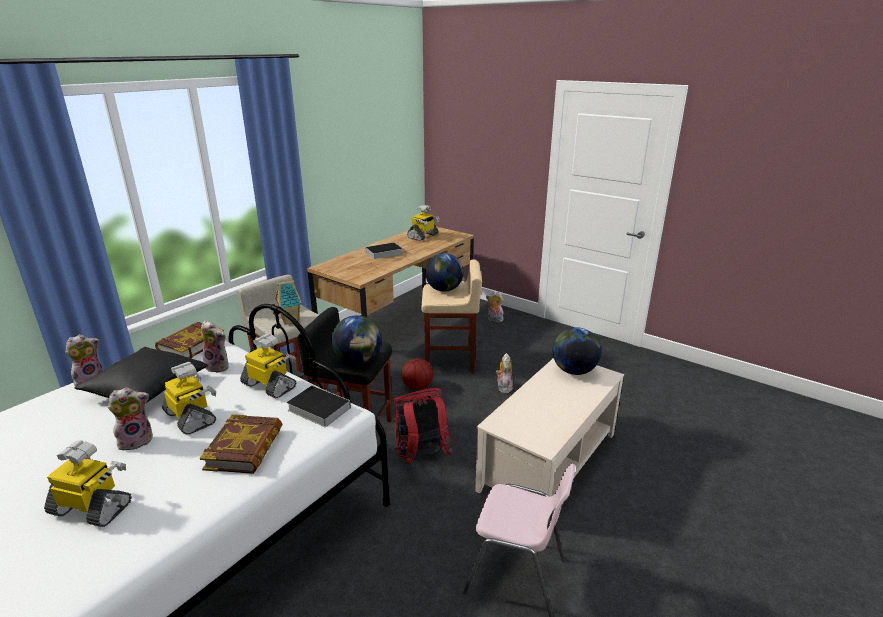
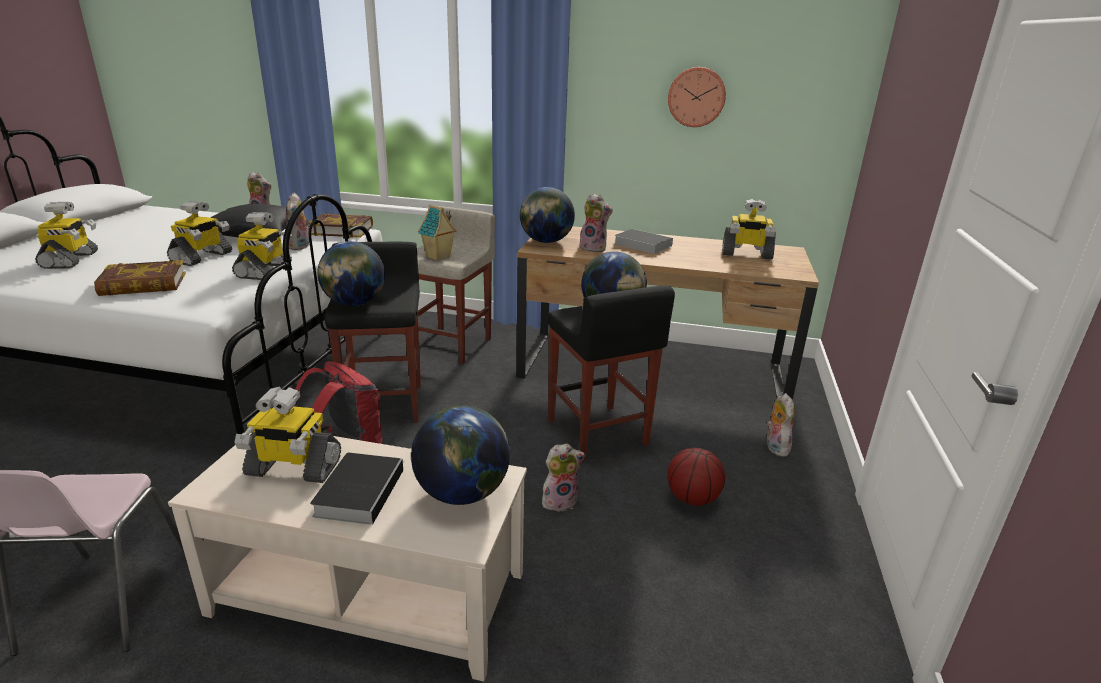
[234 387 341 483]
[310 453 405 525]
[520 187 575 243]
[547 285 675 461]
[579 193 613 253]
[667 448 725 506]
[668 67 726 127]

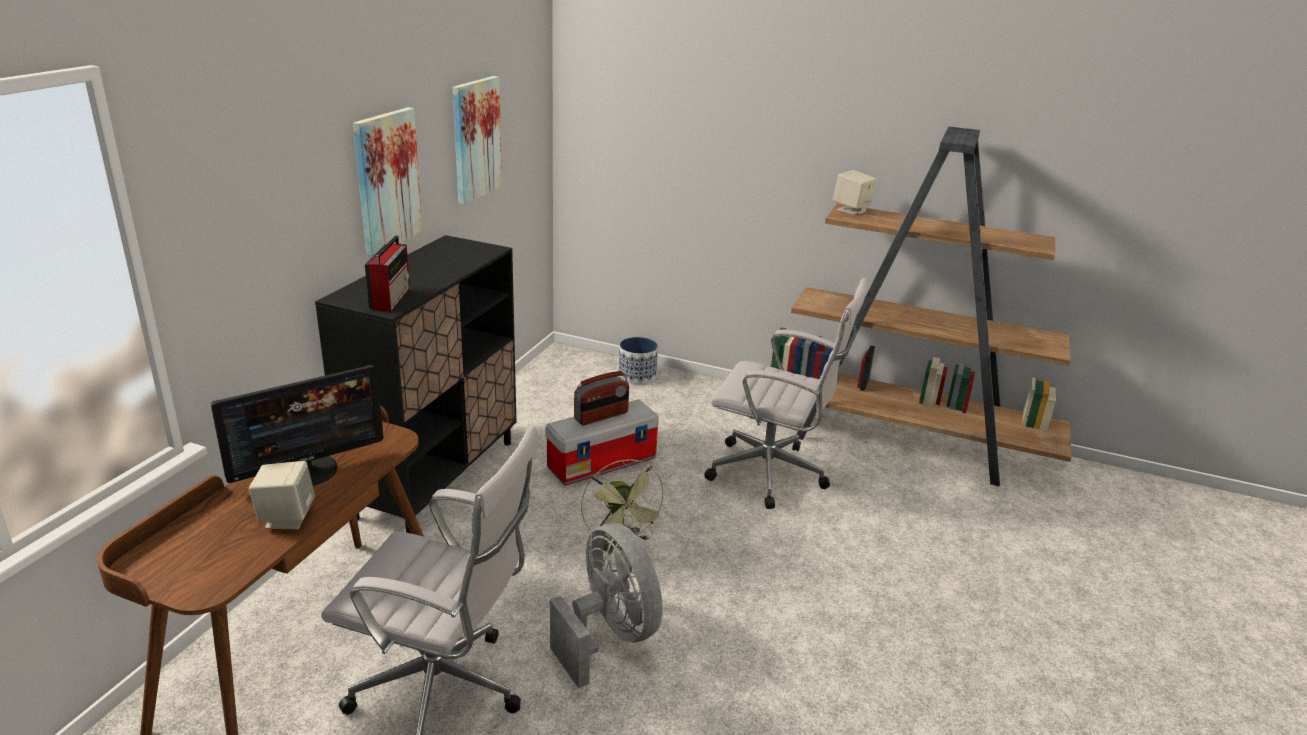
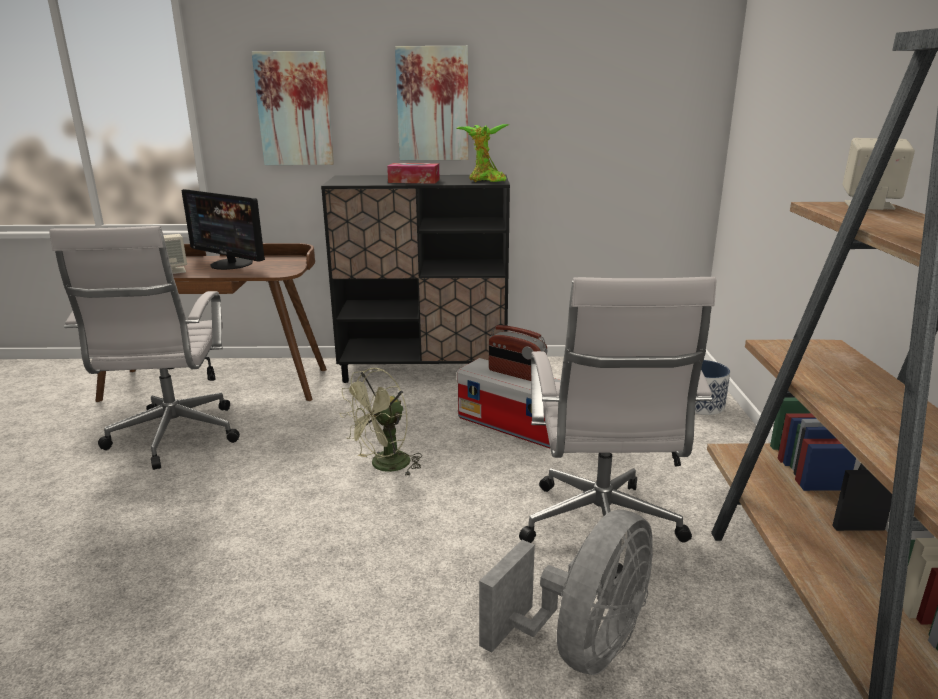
[251 51 334 165]
[387 163 440 184]
[456 124 509 182]
[479 510 653 675]
[365 235 410 312] (first image)

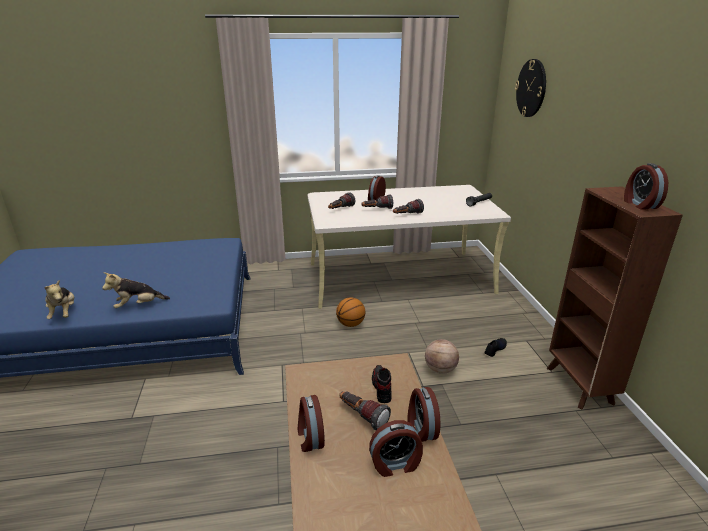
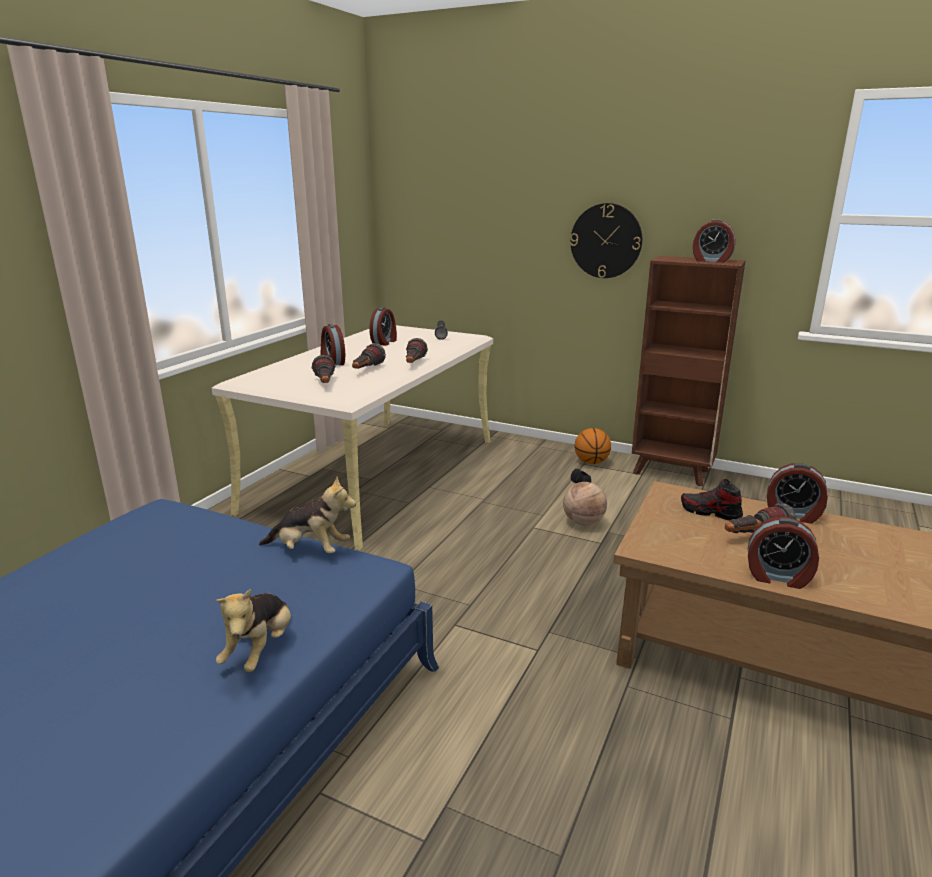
[259 476 356 553]
[369 307 397 346]
[570 203 642 278]
[575 428 611 464]

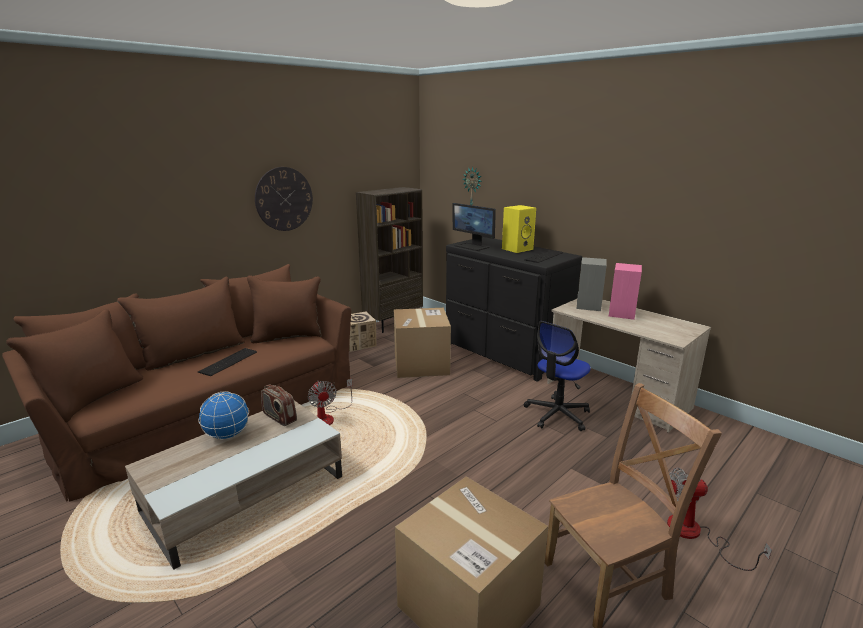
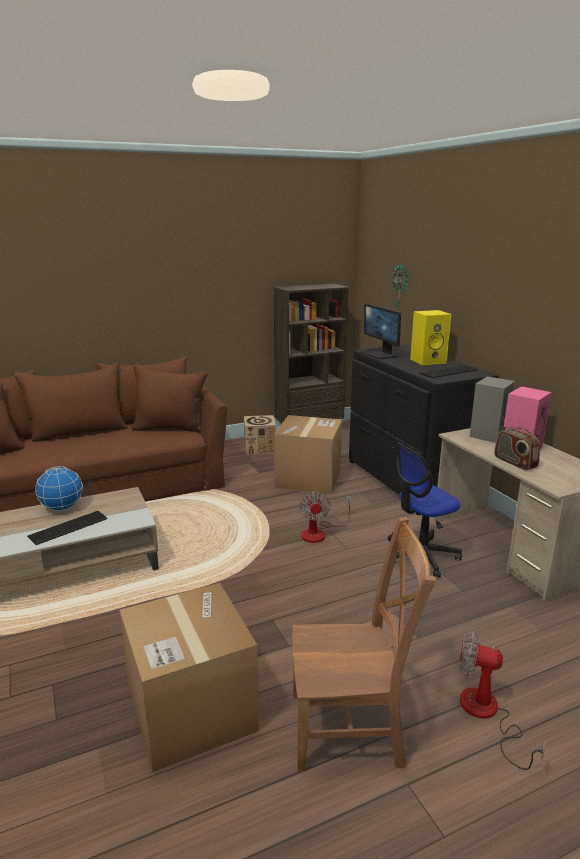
[27 511 107 545]
[300 491 352 543]
[494 427 540 470]
[255 167 313 231] (first image)

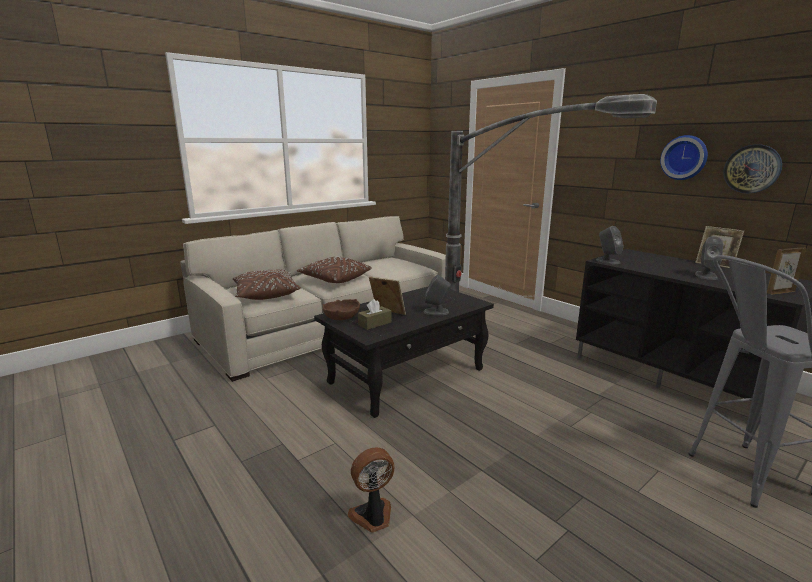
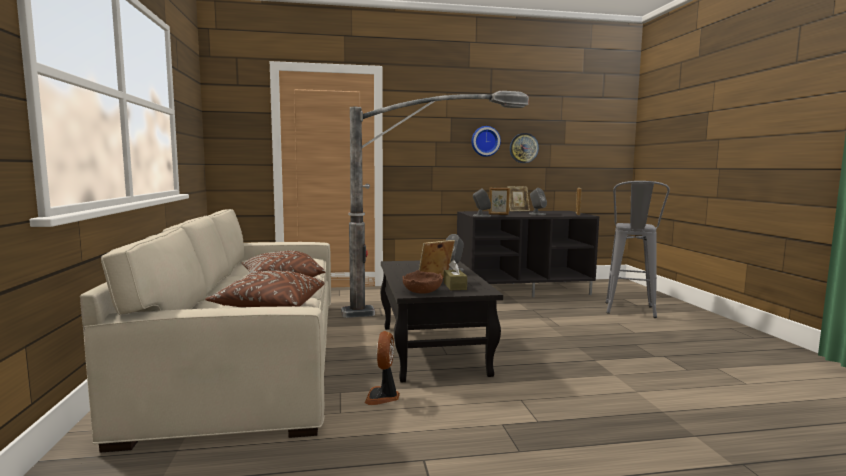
[365 331 400 405]
[489 188 510 215]

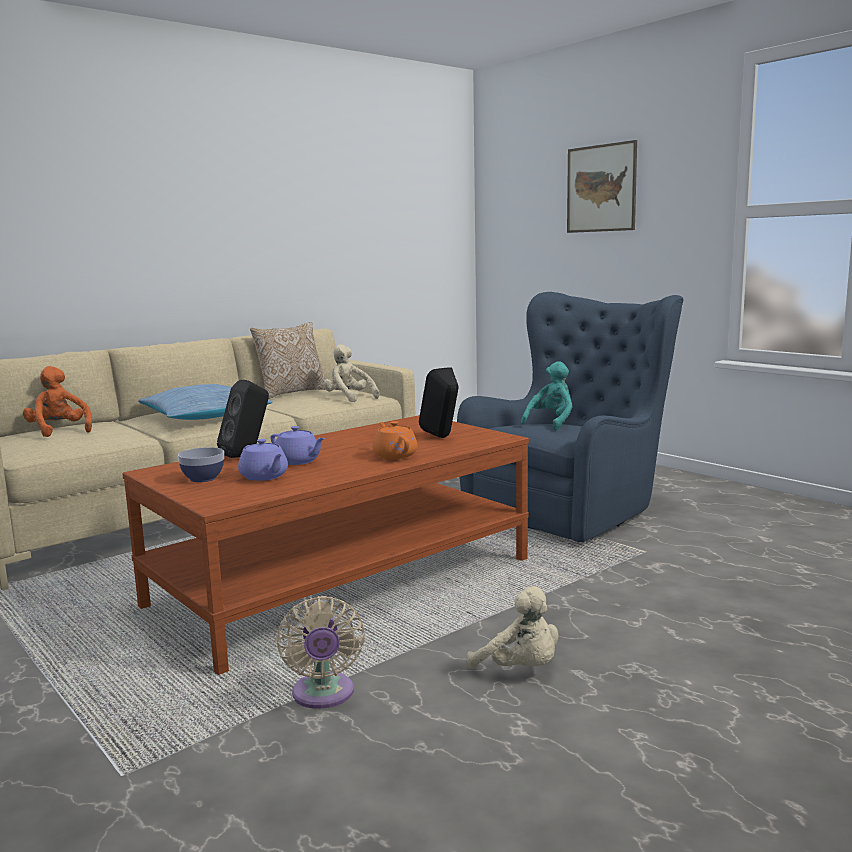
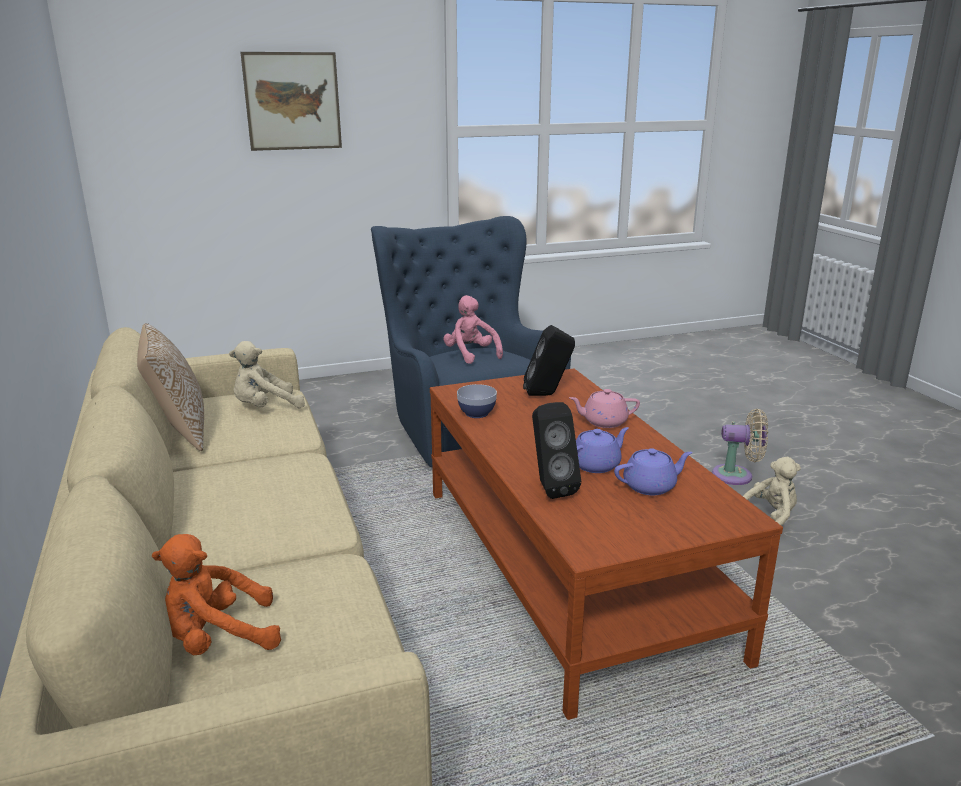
[443 295 503 364]
[457 384 497 418]
[569 389 640 428]
[712 409 768 485]
[138 384 273 420] (first image)

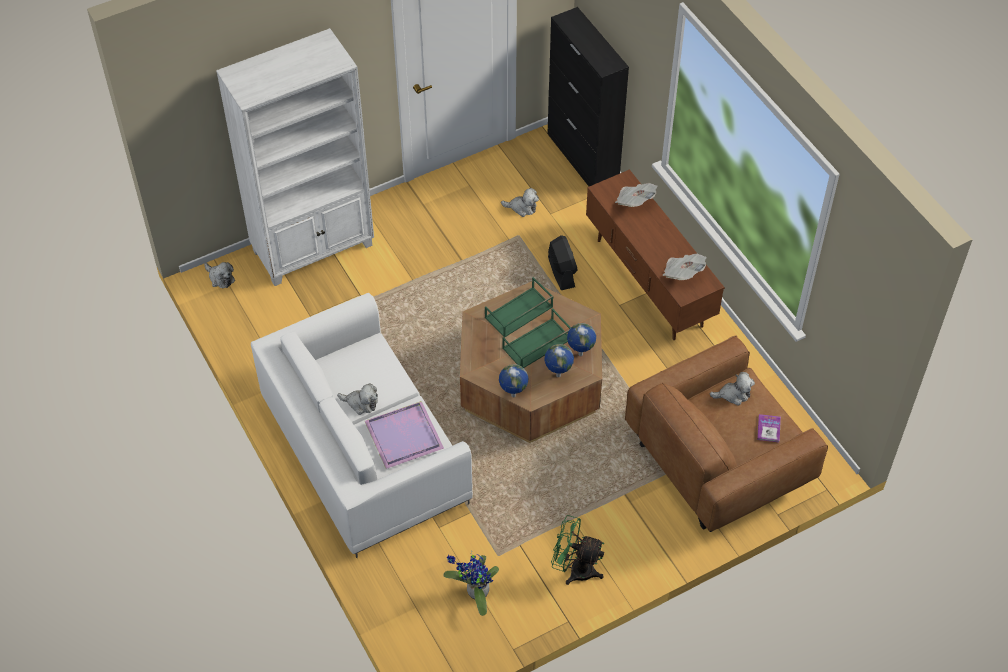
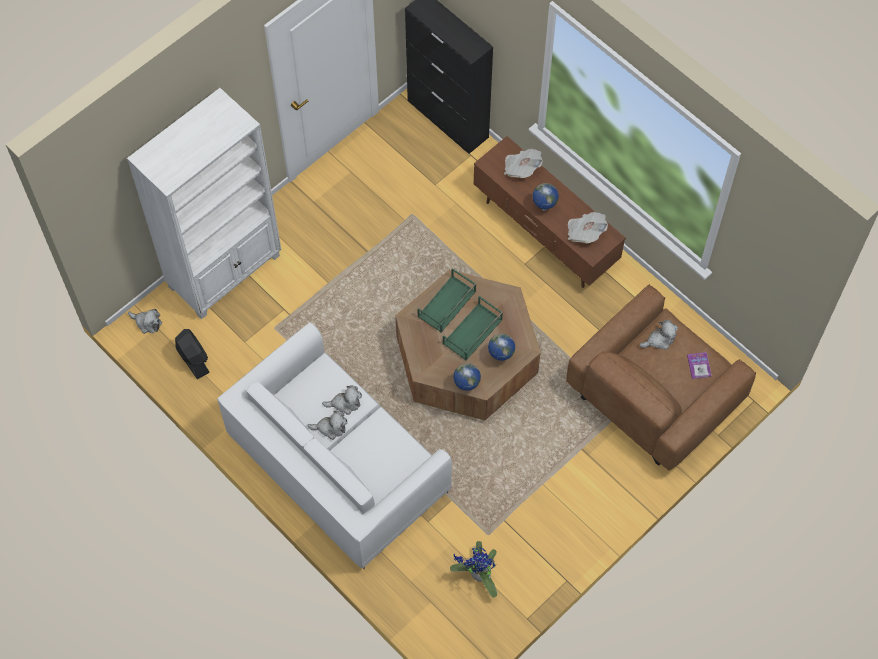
[175 329 210 379]
[322 385 362 415]
[532 183 559 211]
[365 401 444 469] (first image)
[551 515 604 585] (first image)

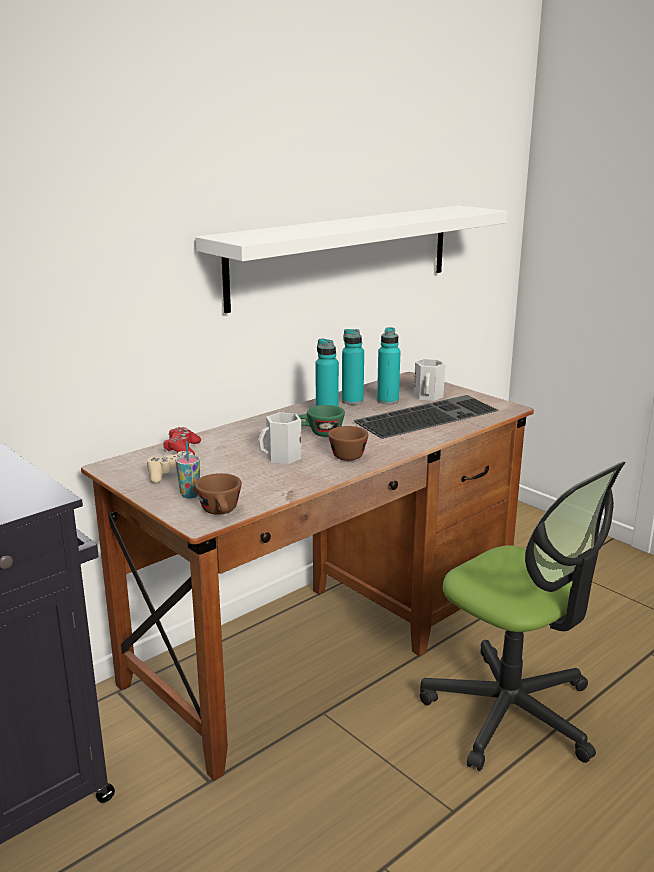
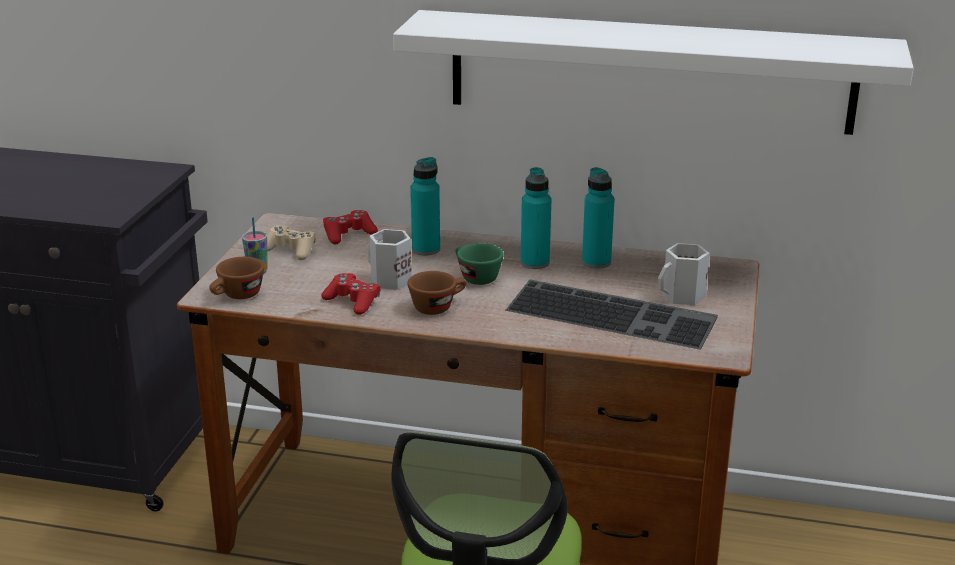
[321 273 380 315]
[410 157 440 255]

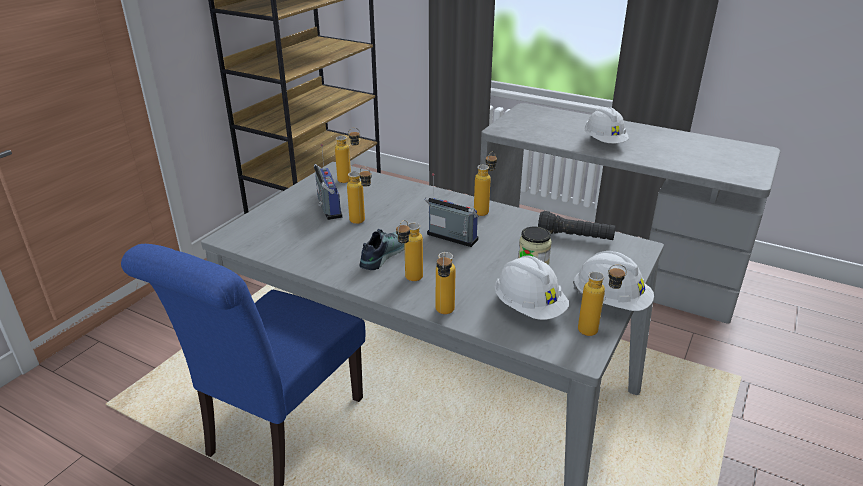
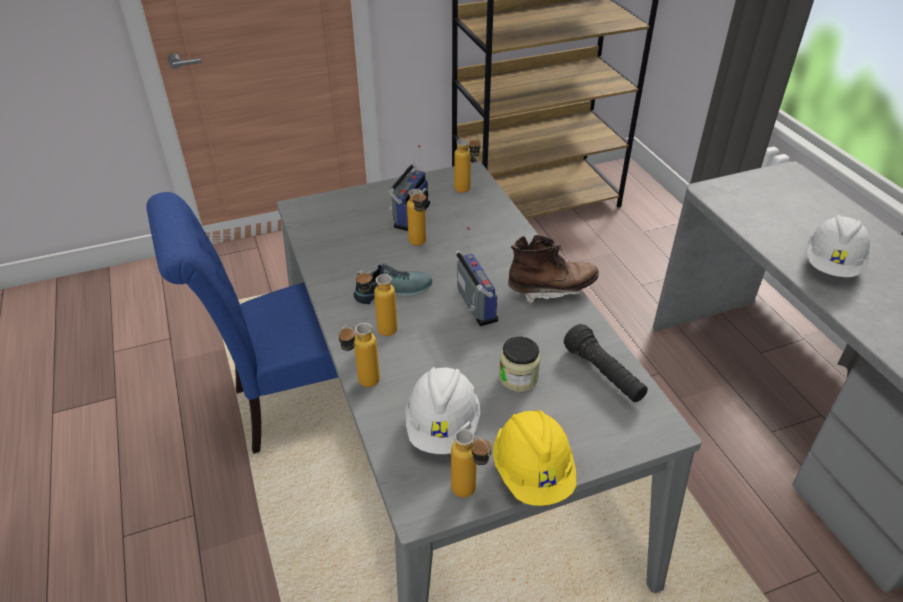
[493 410 576 506]
[508 235 599 304]

